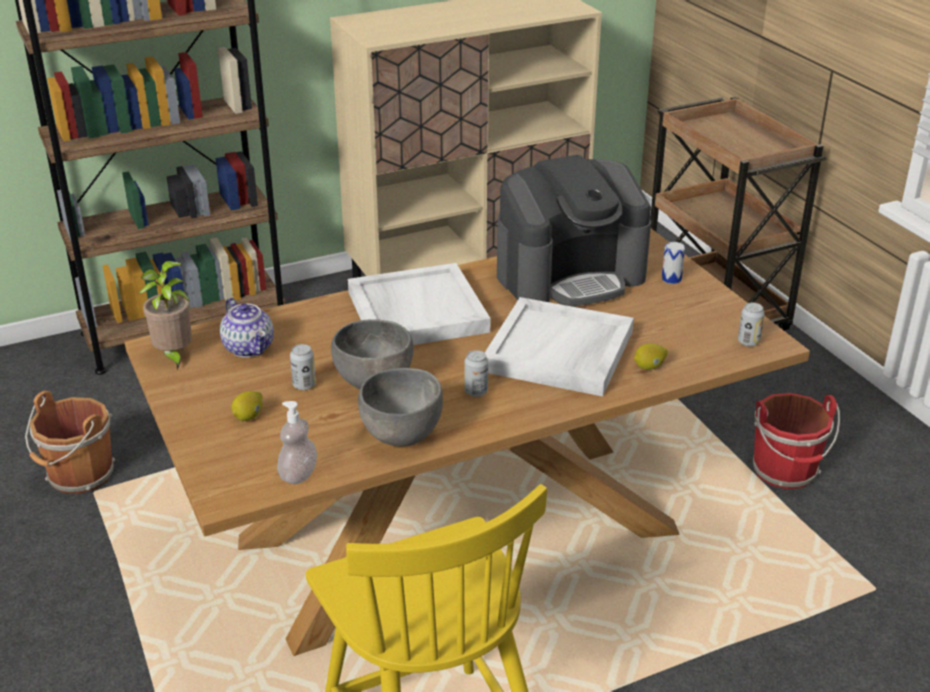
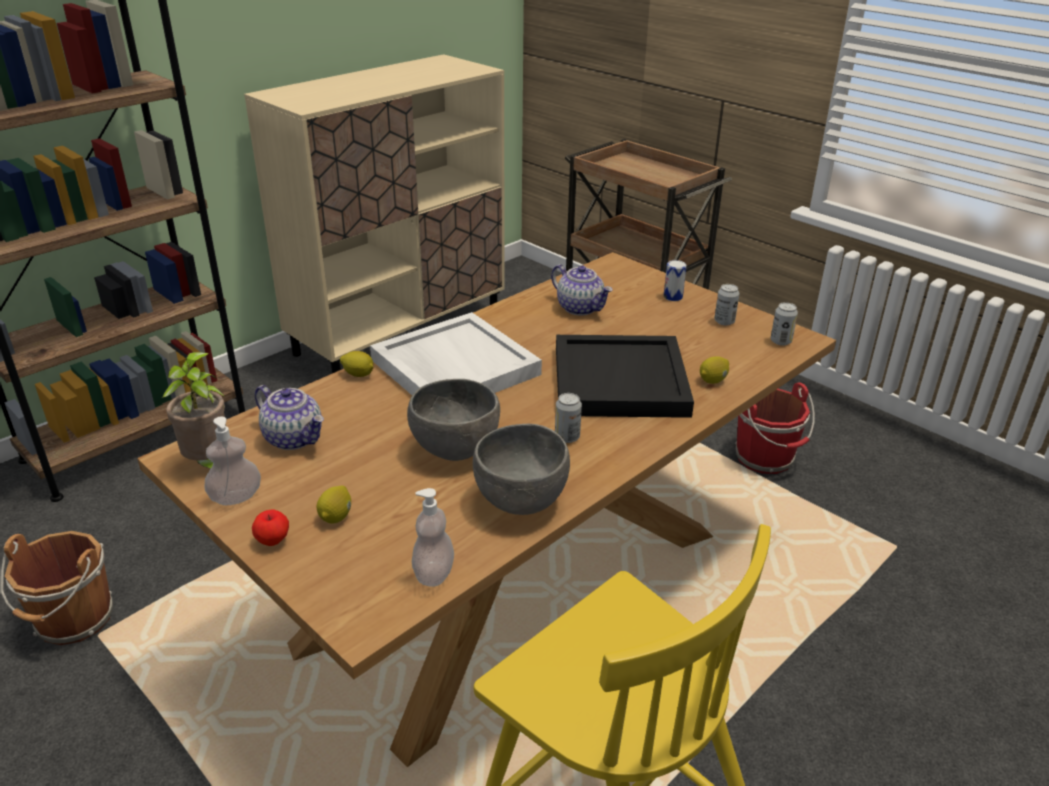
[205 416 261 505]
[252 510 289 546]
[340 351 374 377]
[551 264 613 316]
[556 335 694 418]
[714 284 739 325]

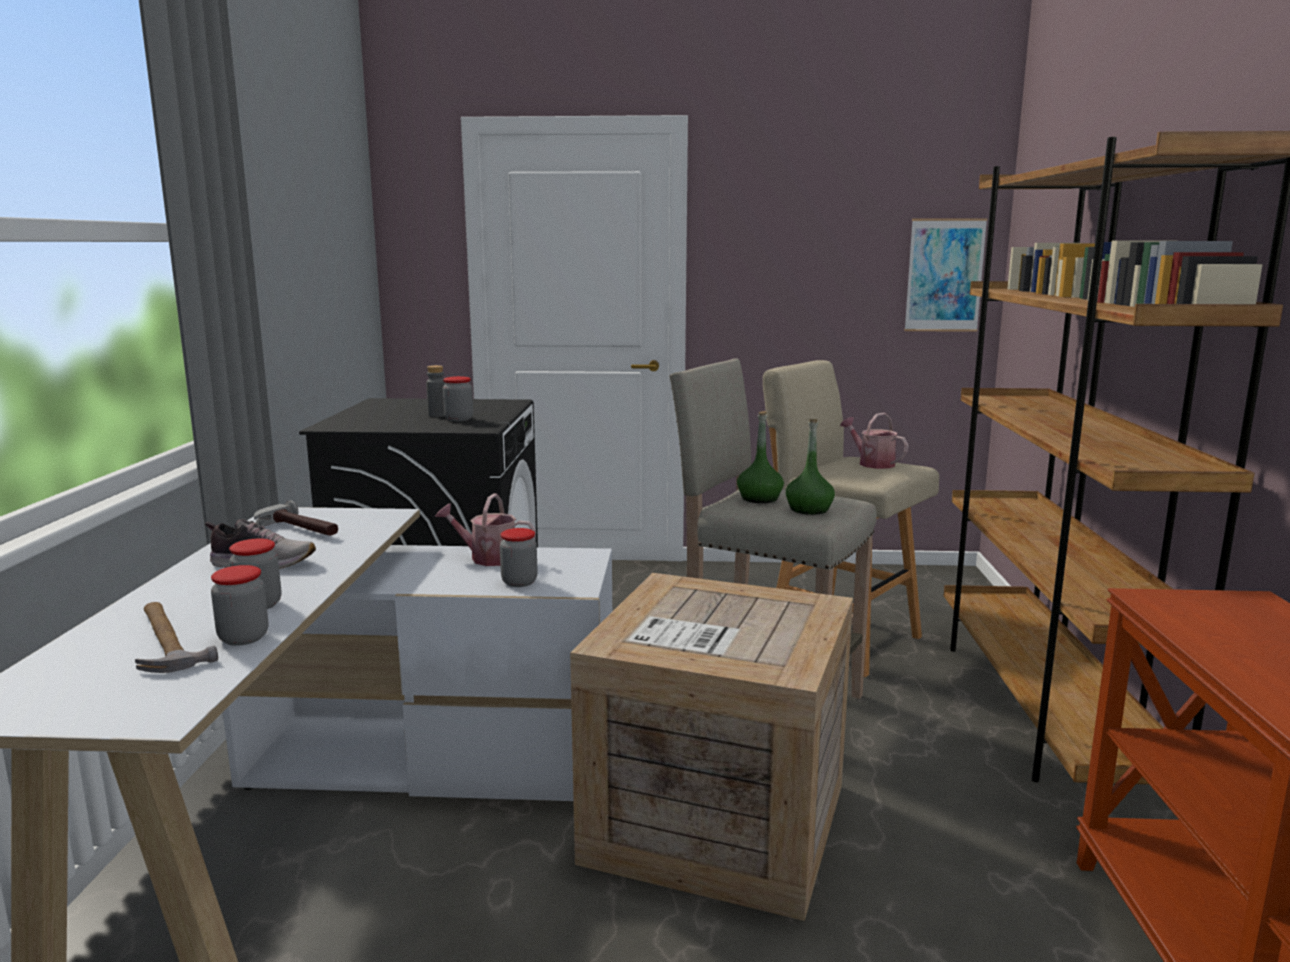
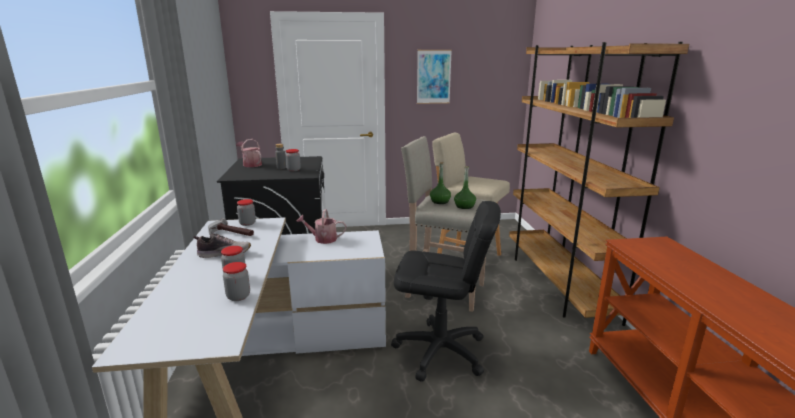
[236 139 262 167]
[237 199 256 226]
[391 201 501 382]
[417 50 452 104]
[135 602 218 673] (first image)

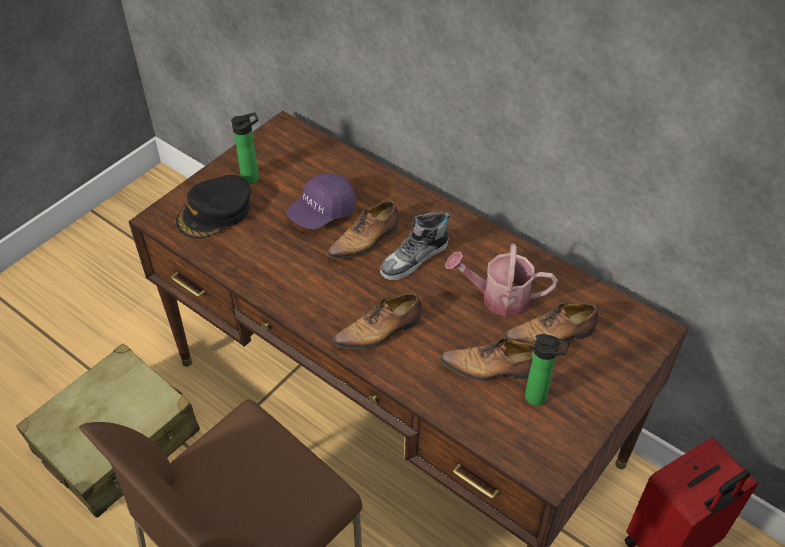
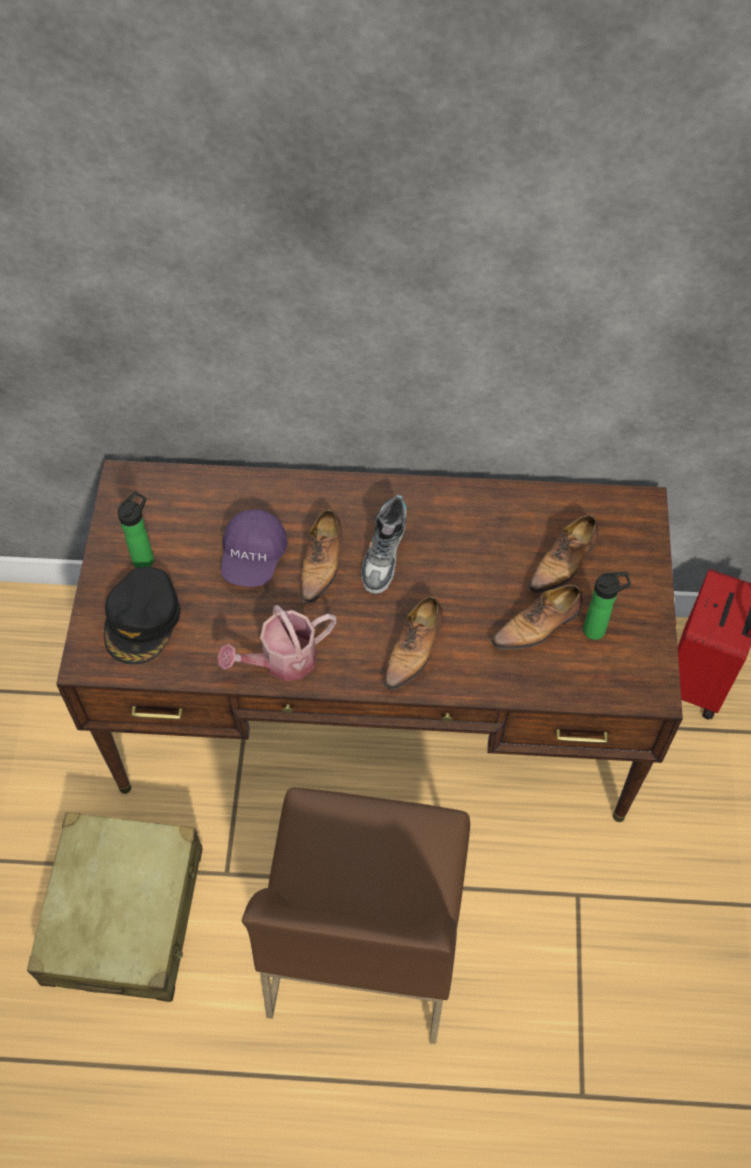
[217 605 337 681]

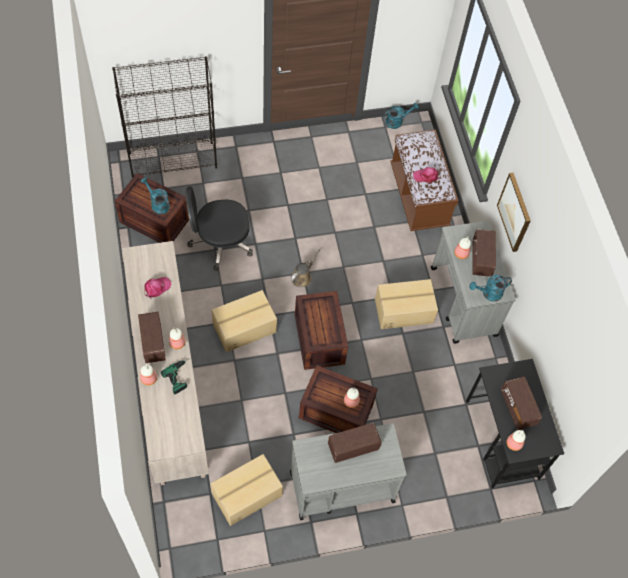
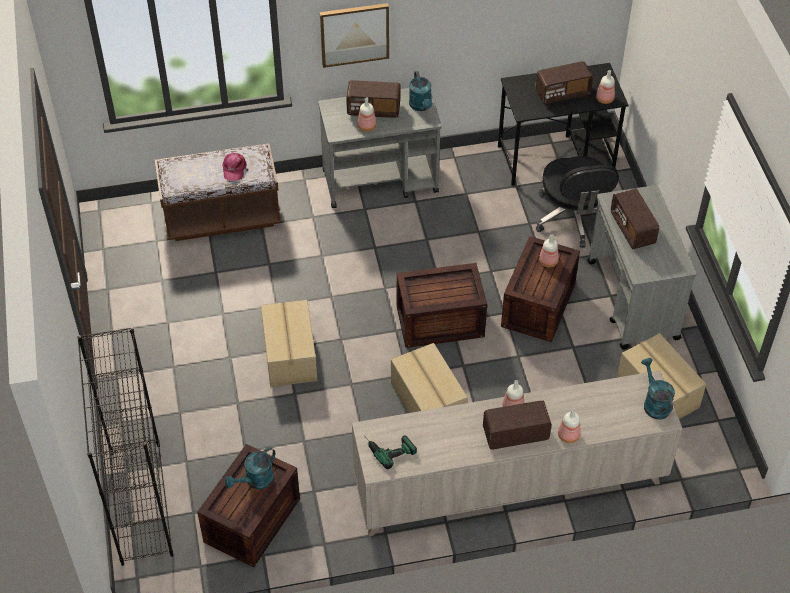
[261 300 317 387]
[366 436 417 469]
[536 156 619 248]
[641 358 675 420]
[144 277 171 299] (first image)
[291 247 322 287] (first image)

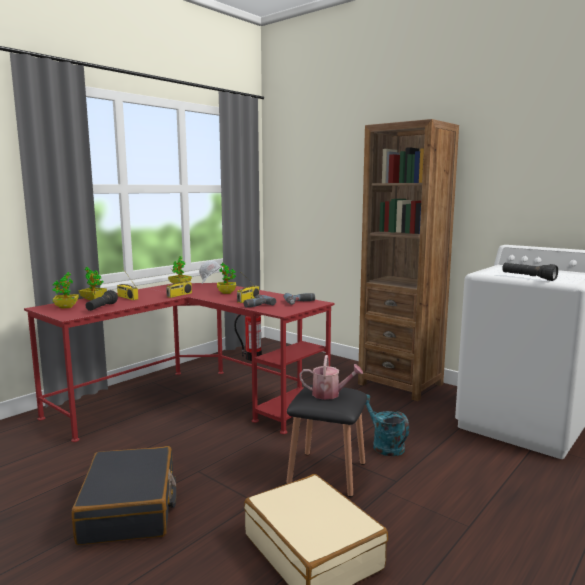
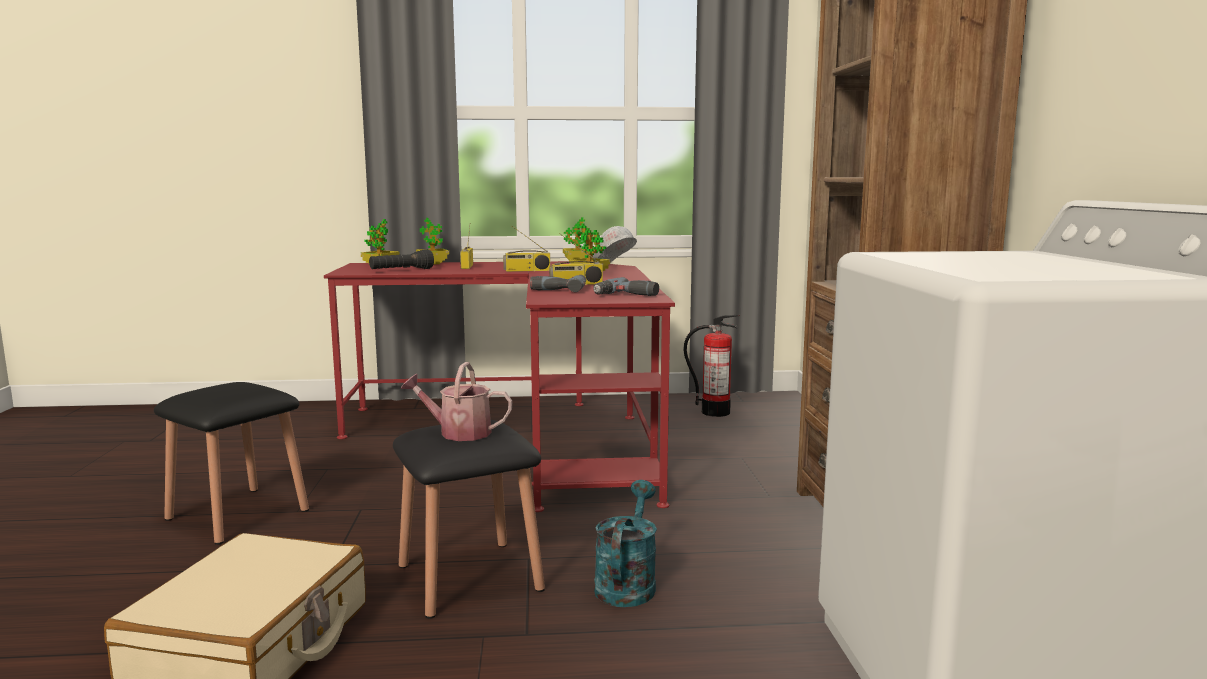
[154 382 309 545]
[401 362 512 441]
[502 263 558 281] (first image)

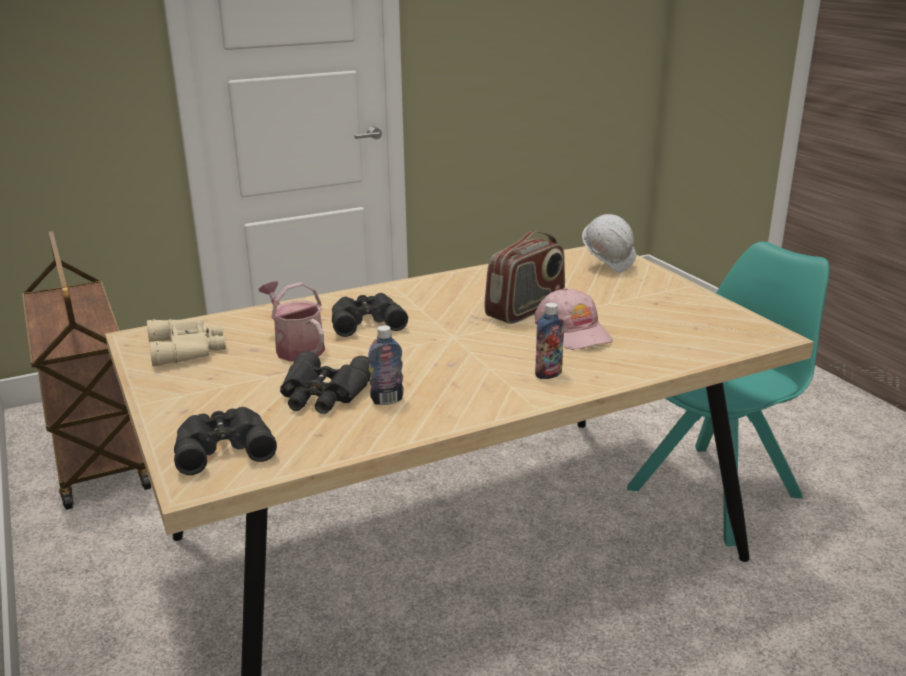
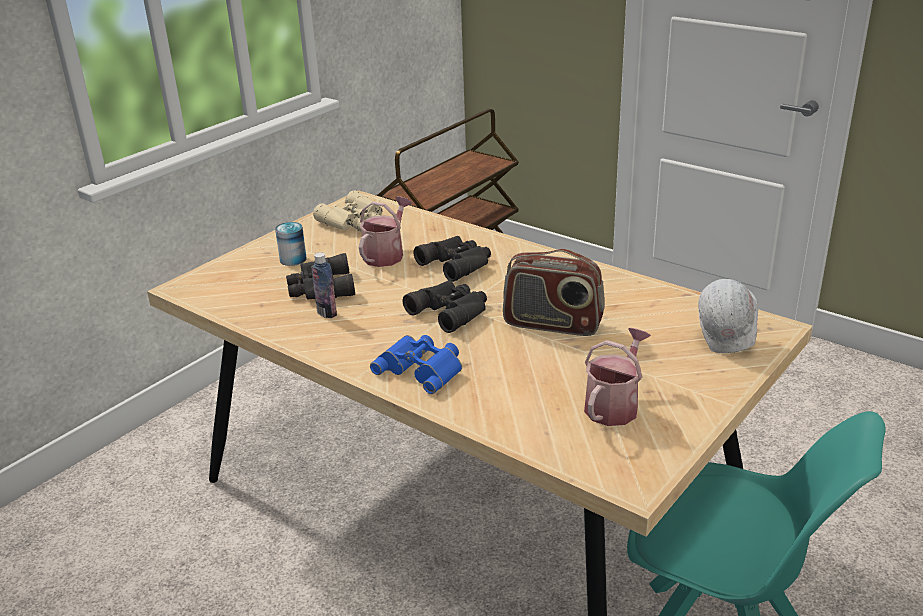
[275 222 307 266]
[370 335 462 394]
[403 280 487 333]
[584 328 651 426]
[534 288 613 350] (first image)

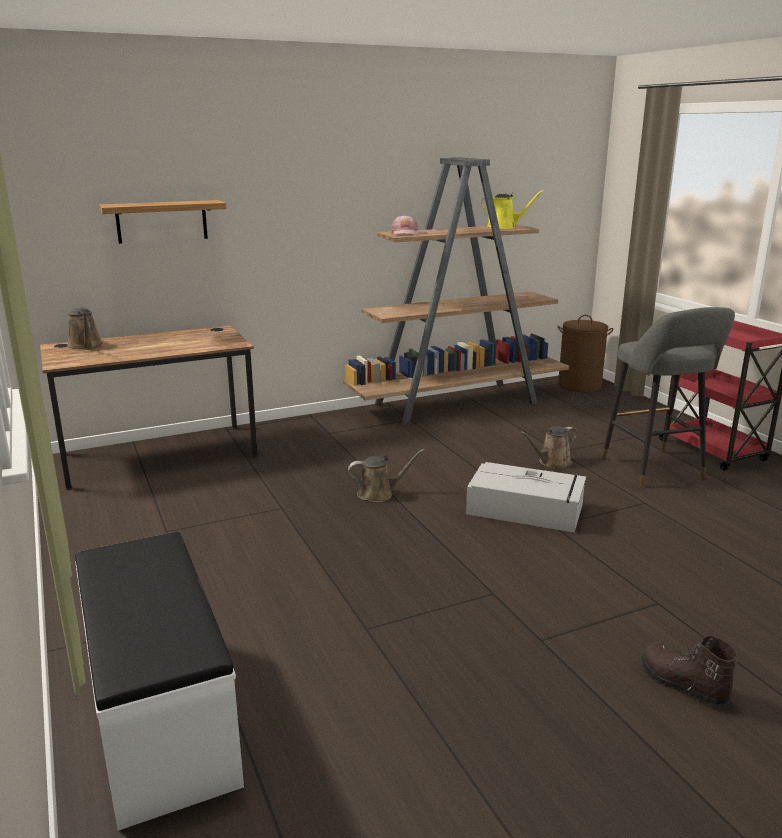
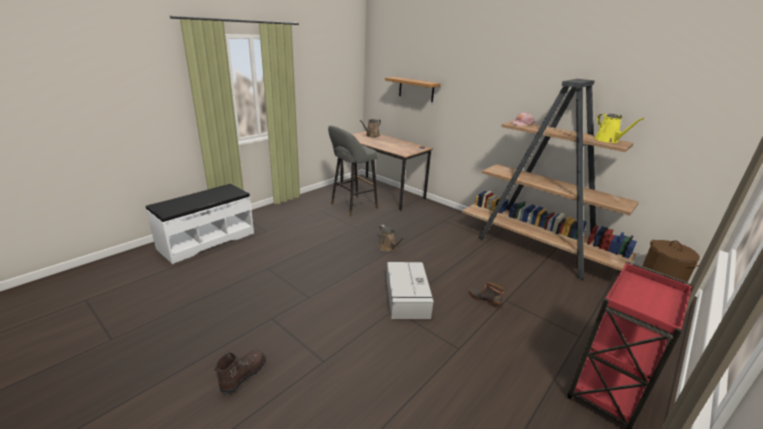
[328 125 378 216]
[468 282 505 308]

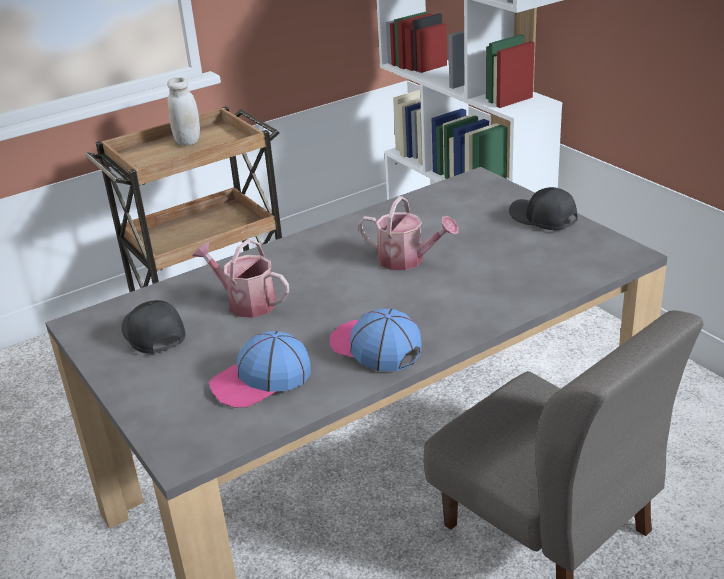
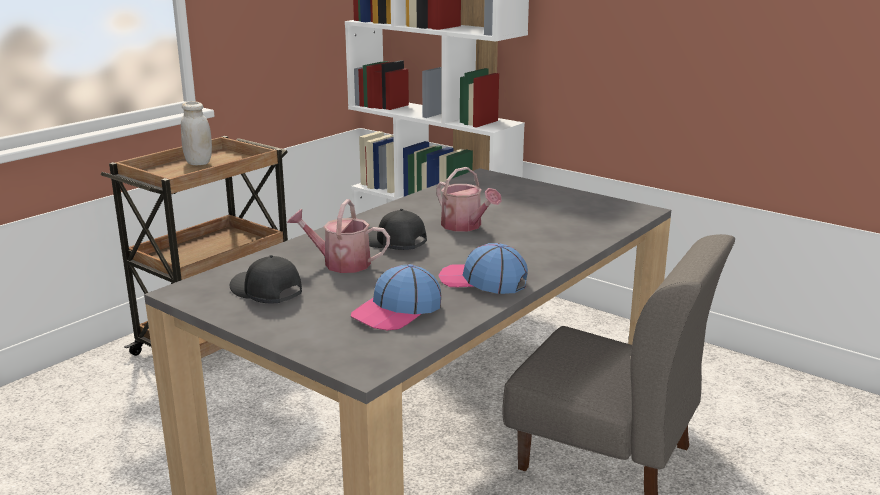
[368 209 427 250]
[436 167 502 232]

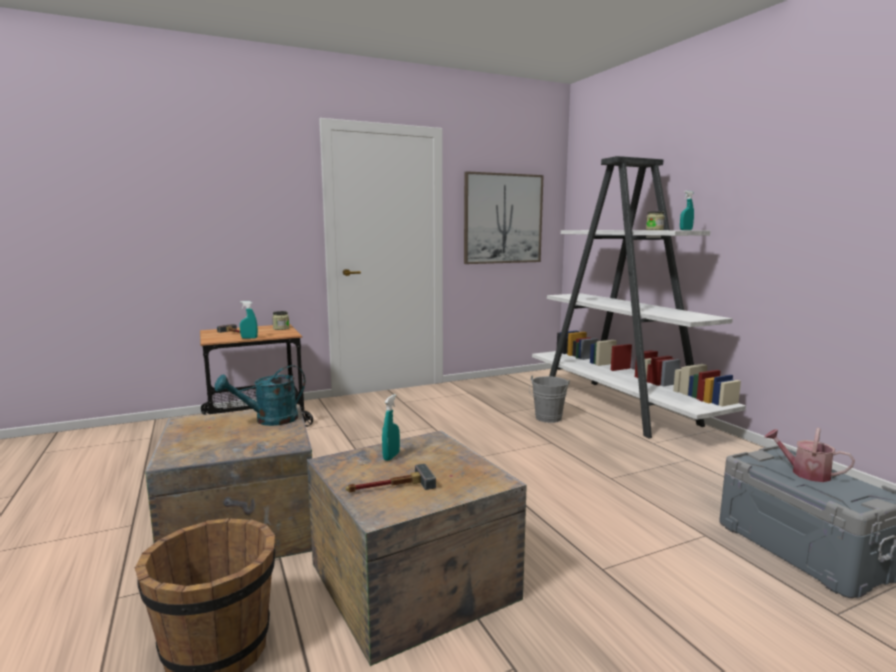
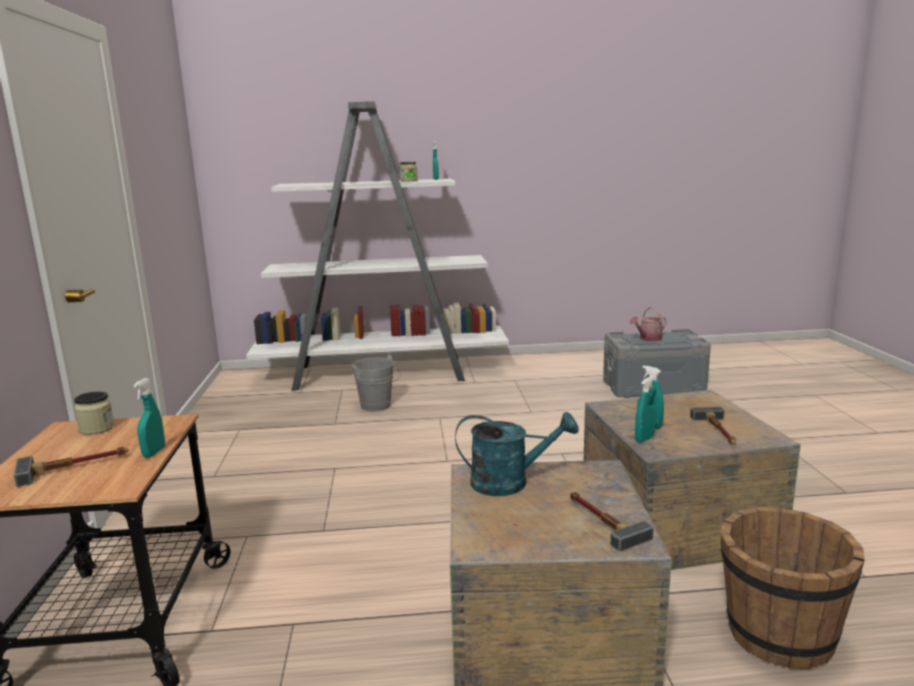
[455 412 579 496]
[570 492 654 551]
[635 376 656 443]
[464 171 544 264] (first image)

